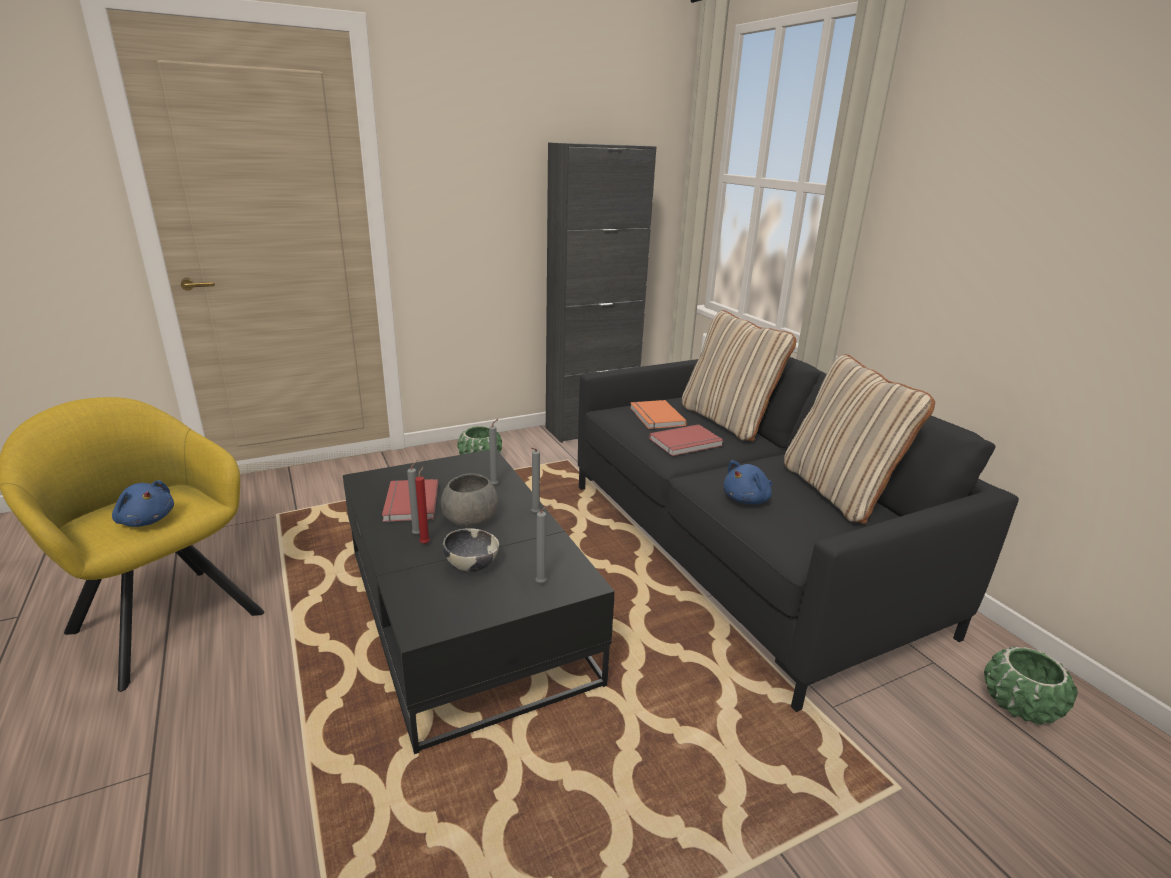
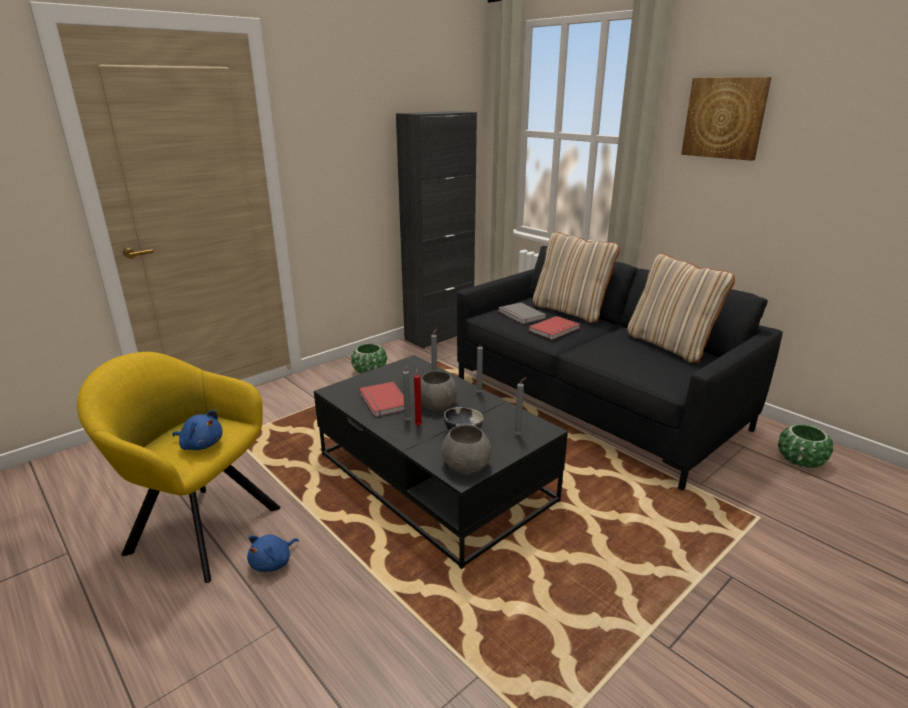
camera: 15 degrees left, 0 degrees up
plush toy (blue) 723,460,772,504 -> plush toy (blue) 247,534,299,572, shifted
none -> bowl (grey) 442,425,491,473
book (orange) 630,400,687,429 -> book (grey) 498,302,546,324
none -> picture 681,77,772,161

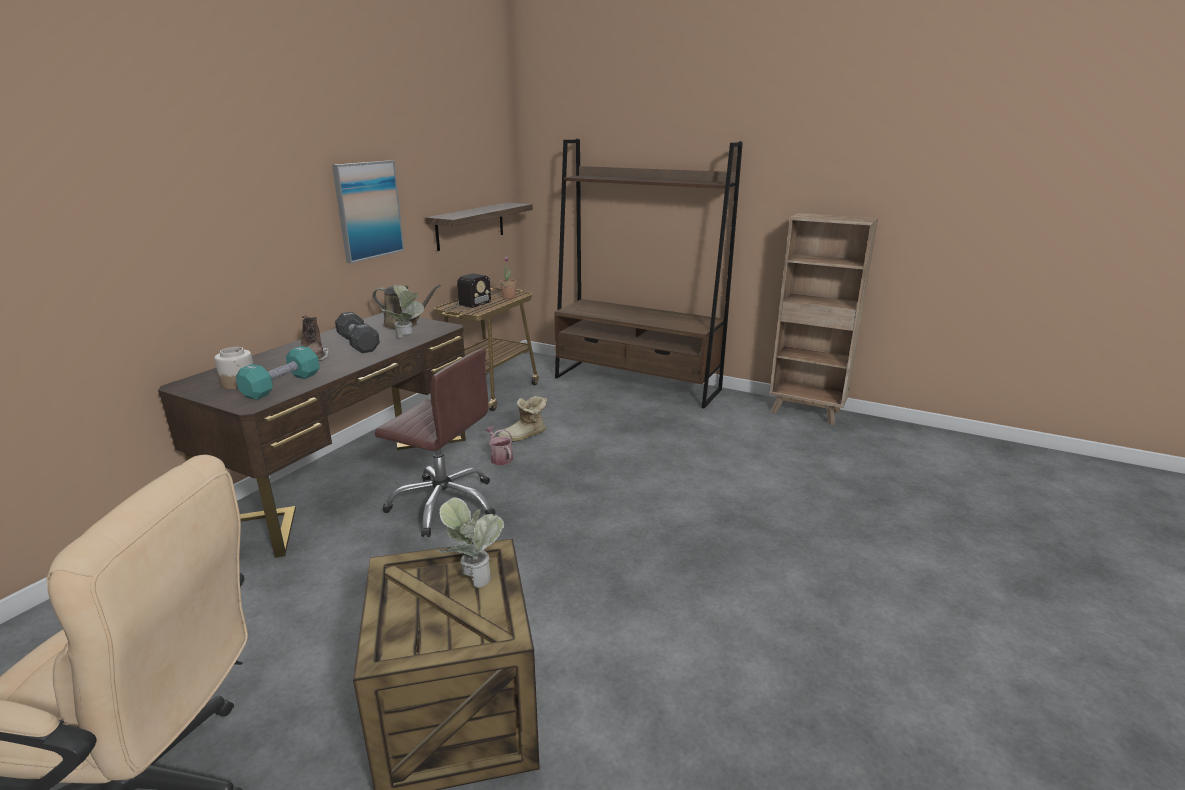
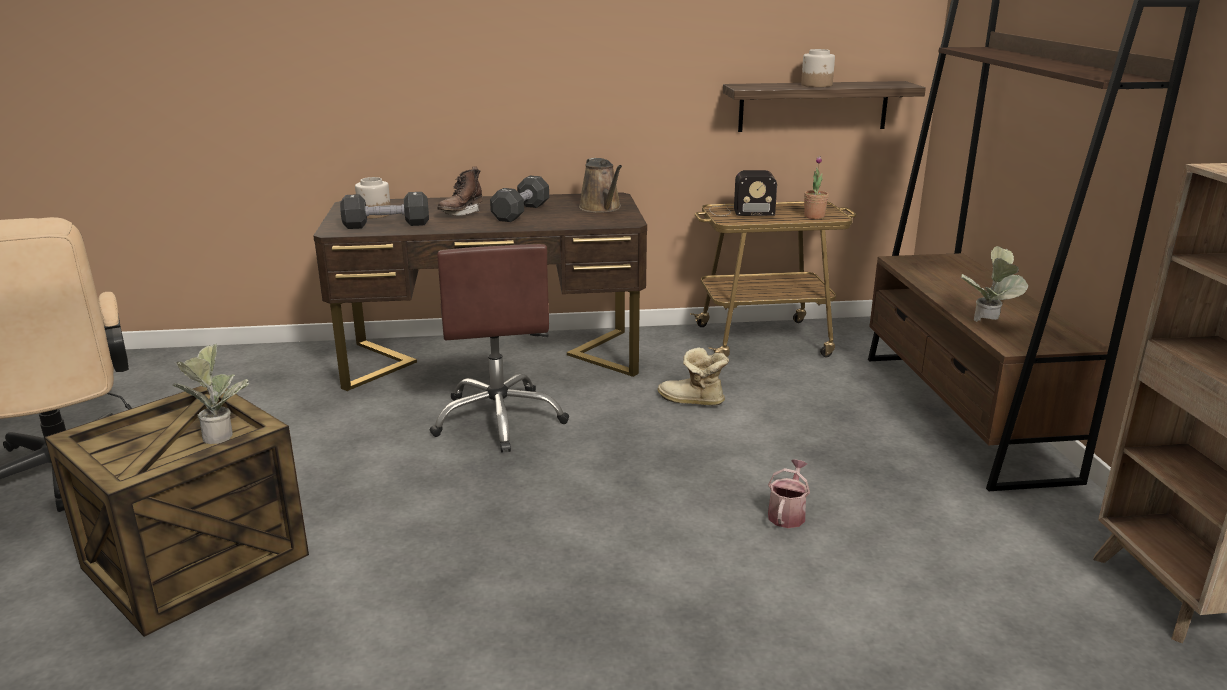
camera: 55 degrees right, 0 degrees up
dumbbell (turquoise) 236,346,320,400 -> dumbbell (black) 340,192,429,229
watering can 485,426,513,465 -> watering can 768,459,810,528, shifted
none -> jar 801,49,835,87
potted plant 380,285,424,339 -> potted plant 961,246,1028,322, shifted
picture 332,160,405,263 -> none

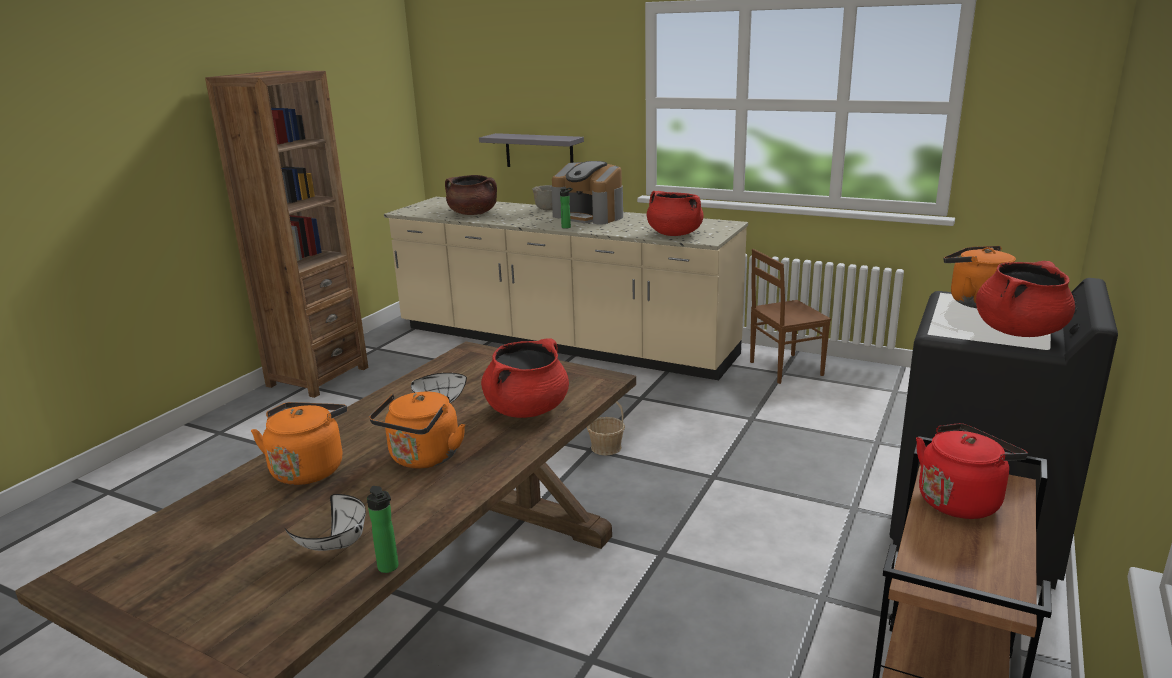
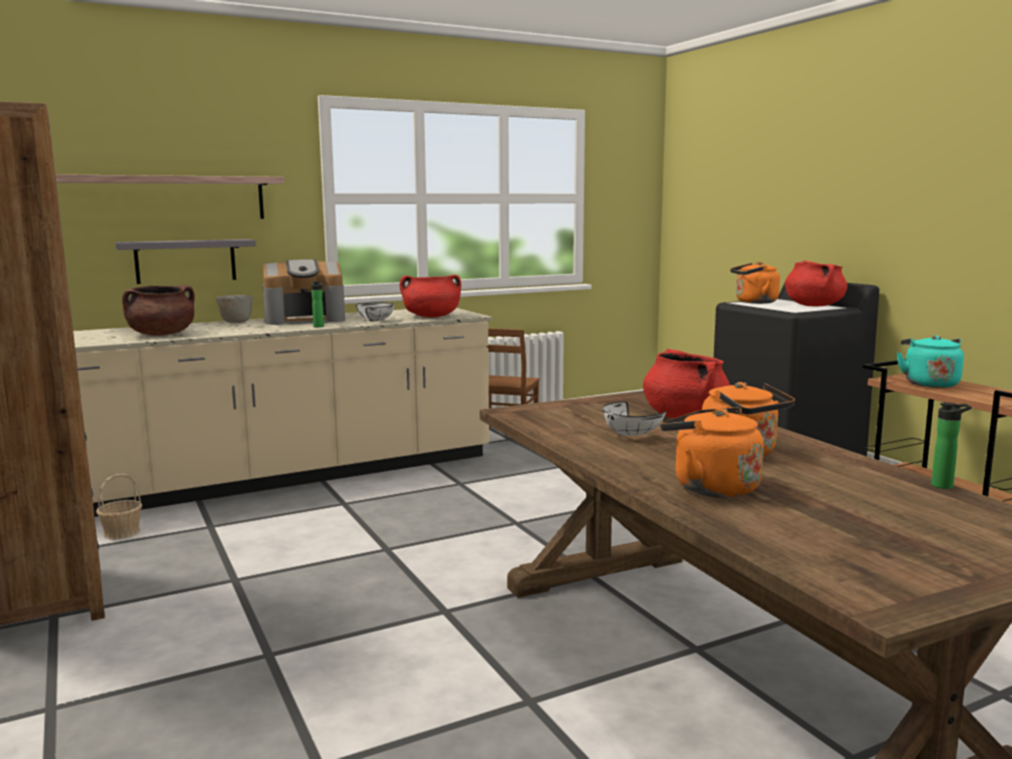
camera: 55 degrees left, 10 degrees down
none -> shelf 55,174,284,219
basket 587,401,625,456 -> basket 96,473,142,540, shifted
bowl (white) 285,494,366,551 -> bowl (white) 356,303,394,322, shifted
kettle (red) 916,423,1028,519 -> kettle (turquoise) 897,335,964,388

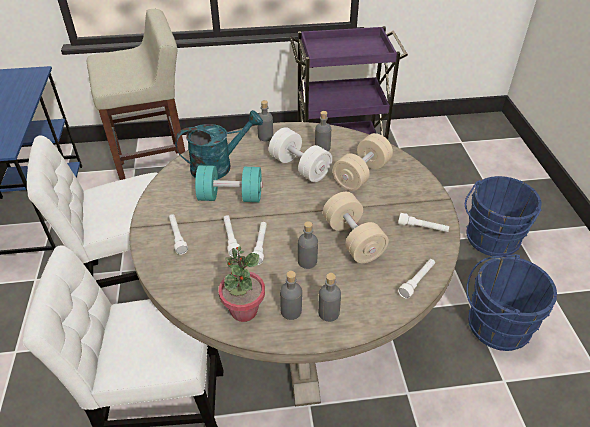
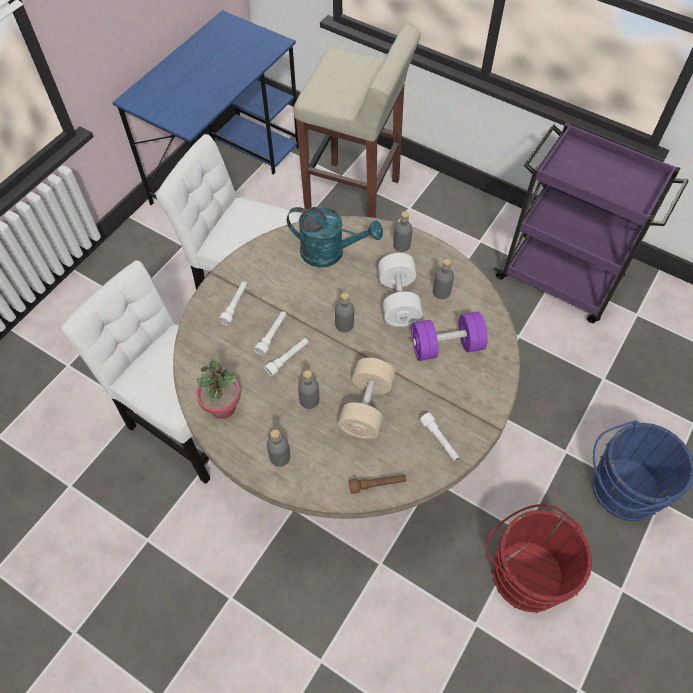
camera: 40 degrees right, 15 degrees up
bottle (grey) 280,271,302,320 -> bottle (grey) 335,292,354,332, shifted
flashlight (white) 398,259,435,299 -> flashlight (brown) 349,474,407,494
dumbbell (beige) 333,133,393,191 -> dumbbell (purple) 411,312,488,361
bucket (blue) 466,254,557,351 -> bucket (red) 486,504,592,613
dumbbell (turquoise) 195,165,263,202 -> none

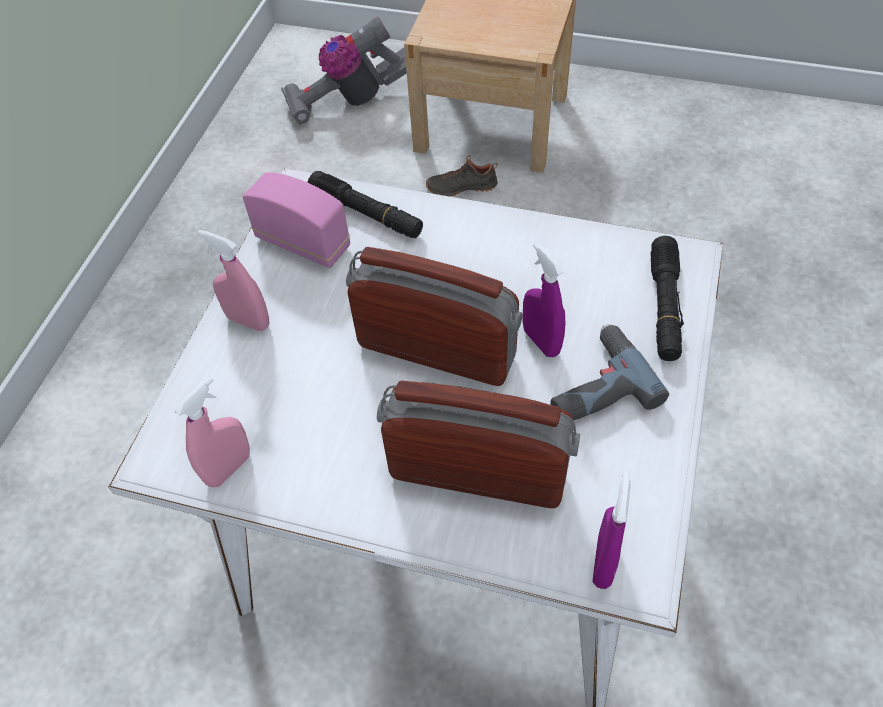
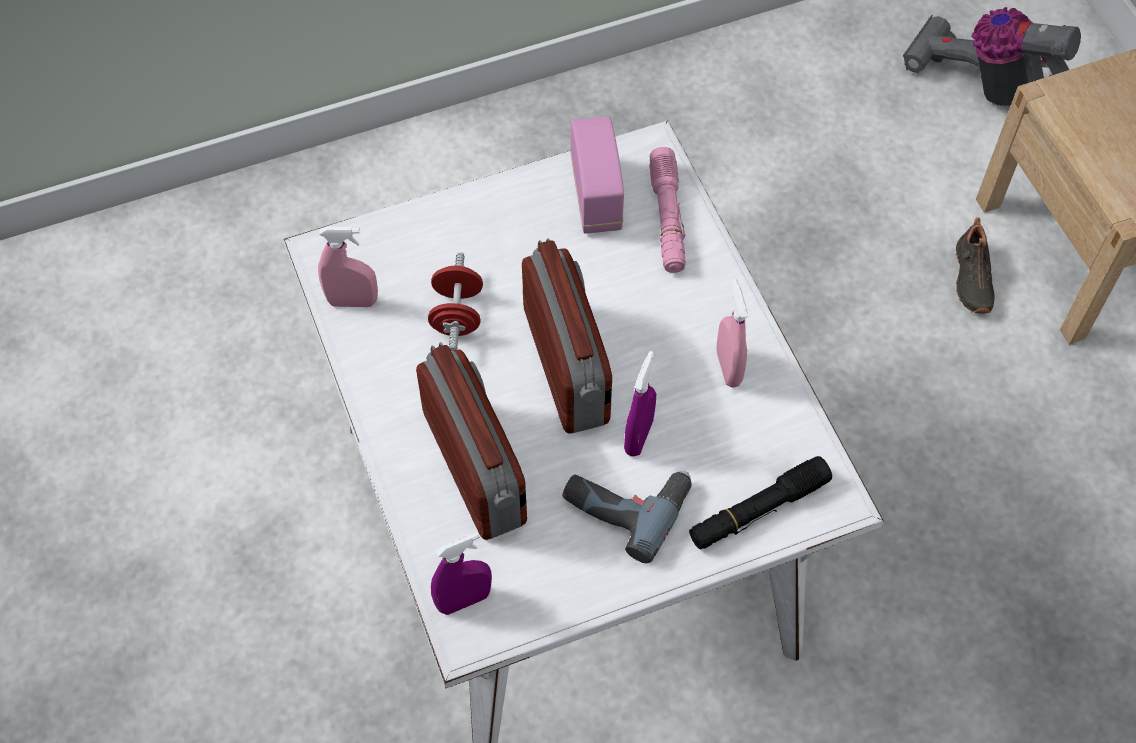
camera: 50 degrees right, 5 degrees up
none -> dumbbell (red) 428,252,483,351
flashlight (black) 307,171,423,238 -> flashlight (pink) 649,147,686,273
spray bottle (pink) 198,230,269,331 -> spray bottle (pink) 717,280,748,388, shifted
shoe (black) 426,155,498,197 -> shoe (black) 956,217,995,314, 135 degrees counterclockwise

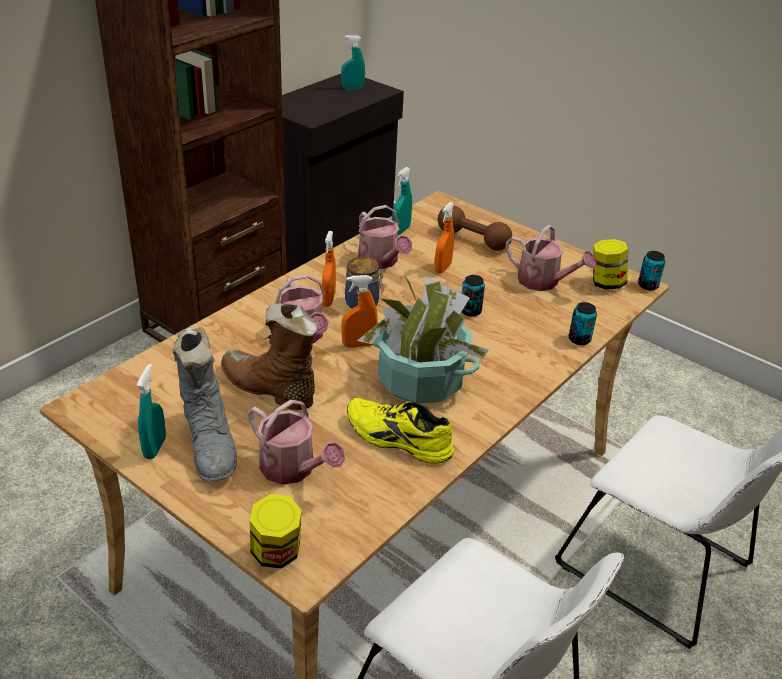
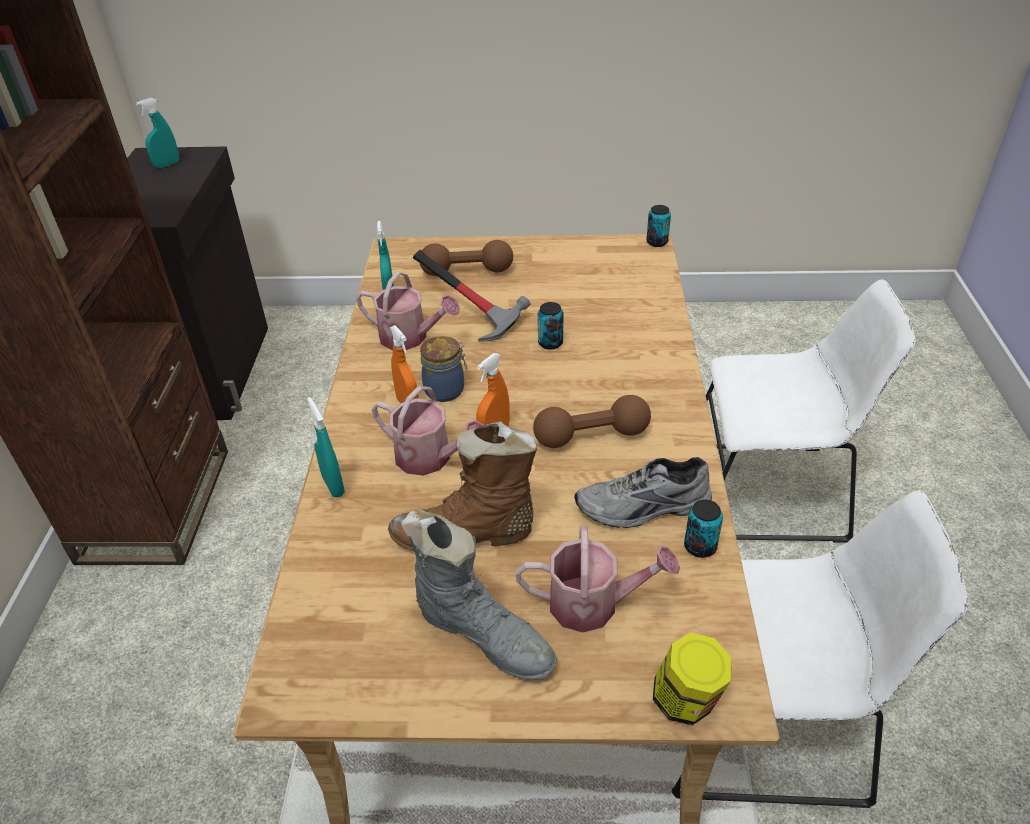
camera: 35 degrees left, 5 degrees up
spray bottle (turquoise) 136,364,166,459 -> spray bottle (turquoise) 307,397,345,498, shifted
spray bottle (orange) 434,202,454,273 -> hammer 413,250,531,342
potted plant 357,276,489,404 -> dumbbell (brown) 533,395,651,448
shoe (yellow) 347,398,454,464 -> shoe (grey) 574,457,712,528
can 569,302,597,345 -> can 684,500,723,558, shifted
watering can 505,225,596,291 -> none
jar 593,239,628,290 -> none

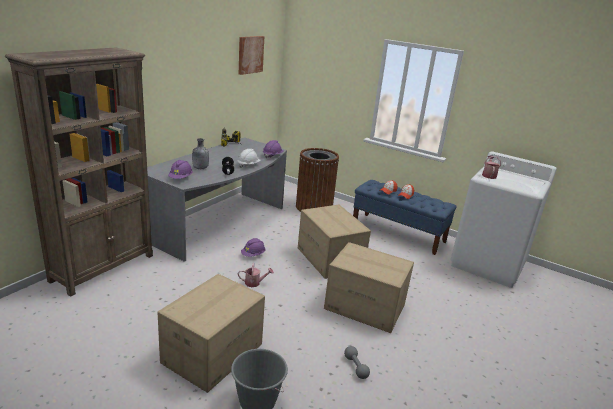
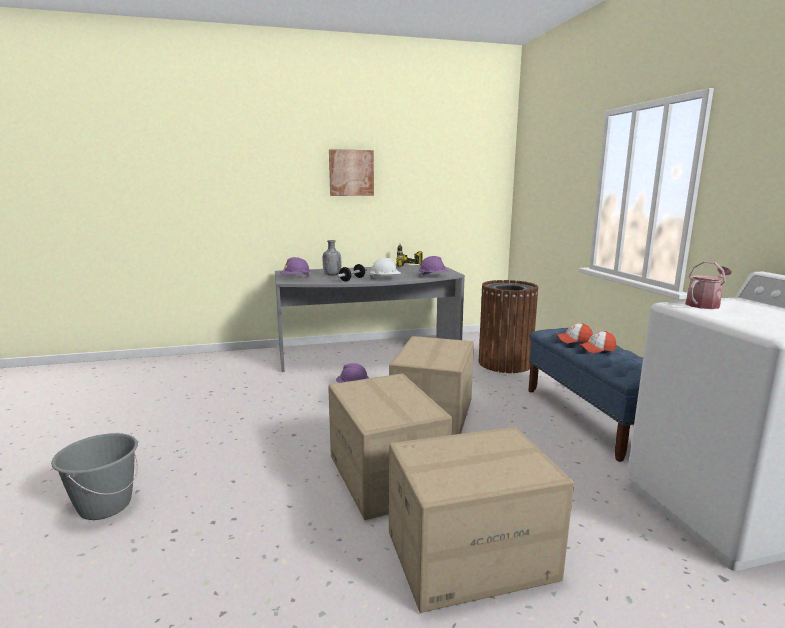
camera: 45 degrees right, 10 degrees down
picture 239,36,264,75 -> picture 329,149,374,196, shifted
cardboard box 158,274,265,393 -> cardboard box 389,427,574,613, shifted
bookcase (brown) 5,47,153,297 -> none
watering can 238,263,274,287 -> none
dumbbell (grey) 344,346,370,379 -> none

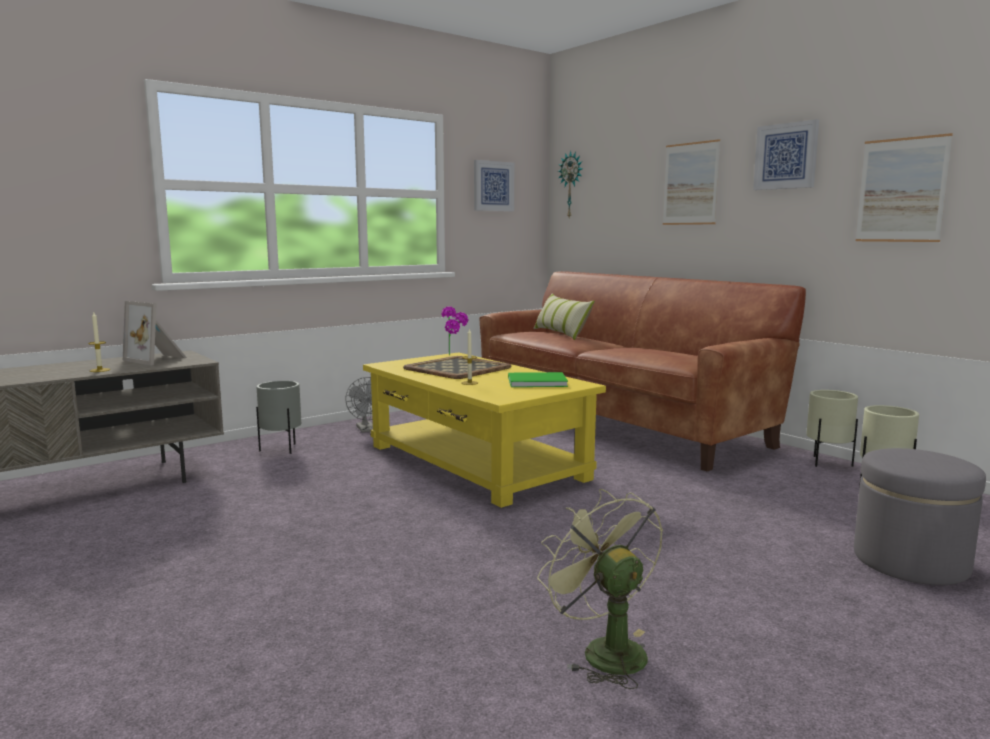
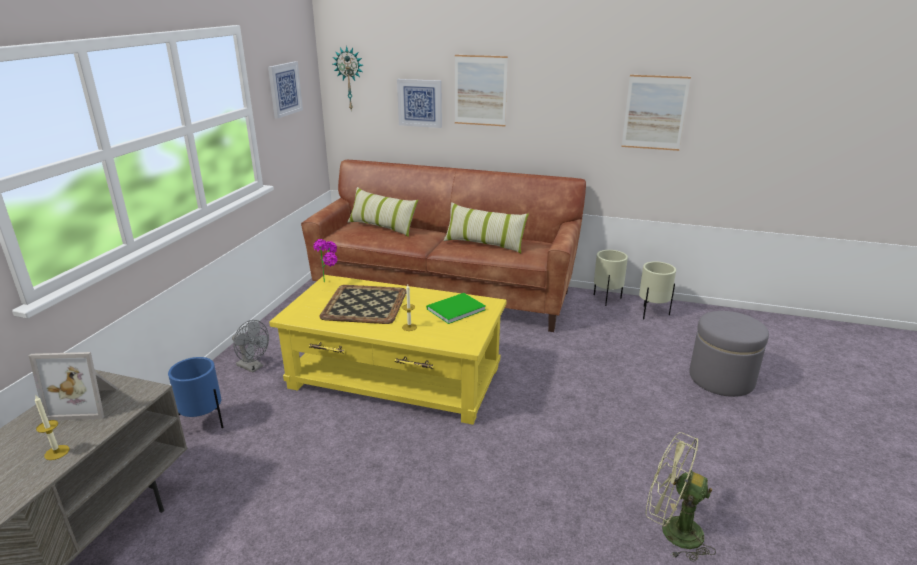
camera: 35 degrees left, 15 degrees up
planter (grey) 256,381,301,454 -> planter (blue) 168,357,223,428
picture 753,119,819,190 -> picture 397,79,442,128, shifted
none -> pillow 444,202,529,254

